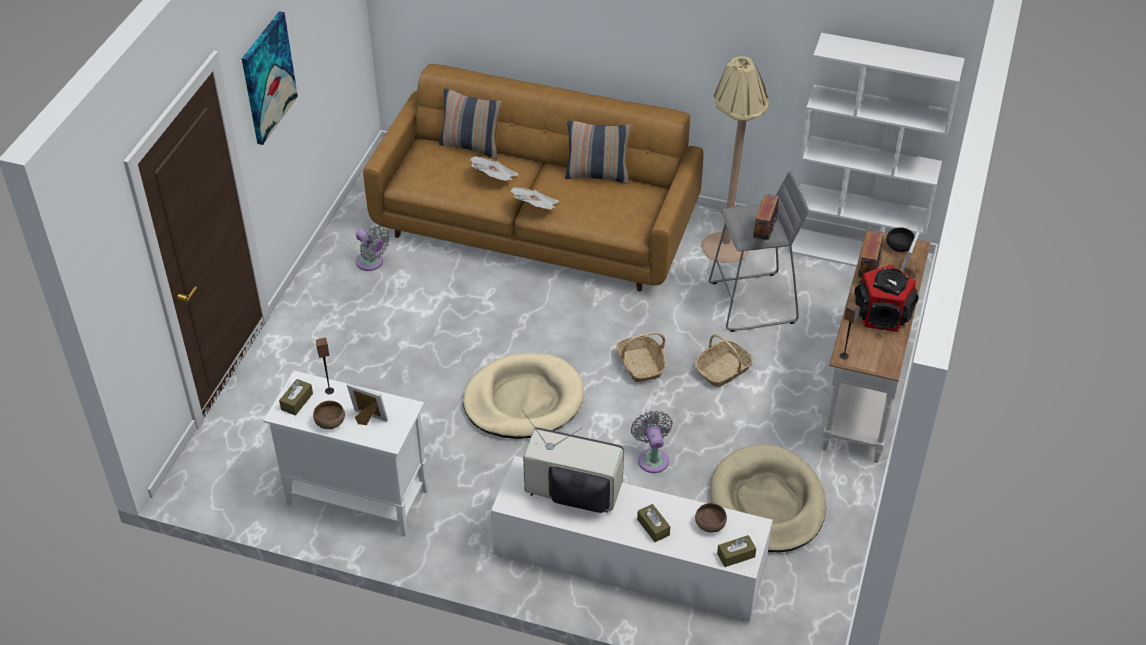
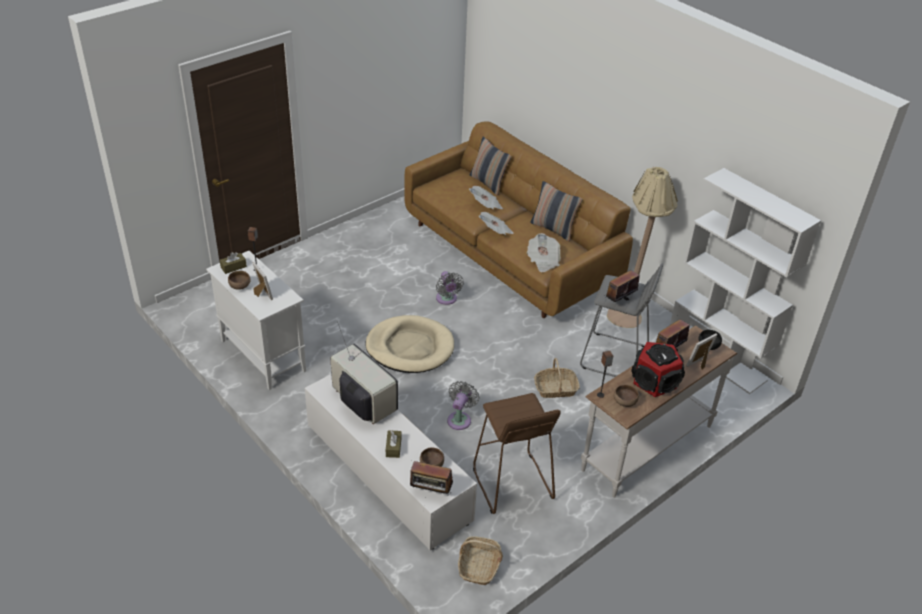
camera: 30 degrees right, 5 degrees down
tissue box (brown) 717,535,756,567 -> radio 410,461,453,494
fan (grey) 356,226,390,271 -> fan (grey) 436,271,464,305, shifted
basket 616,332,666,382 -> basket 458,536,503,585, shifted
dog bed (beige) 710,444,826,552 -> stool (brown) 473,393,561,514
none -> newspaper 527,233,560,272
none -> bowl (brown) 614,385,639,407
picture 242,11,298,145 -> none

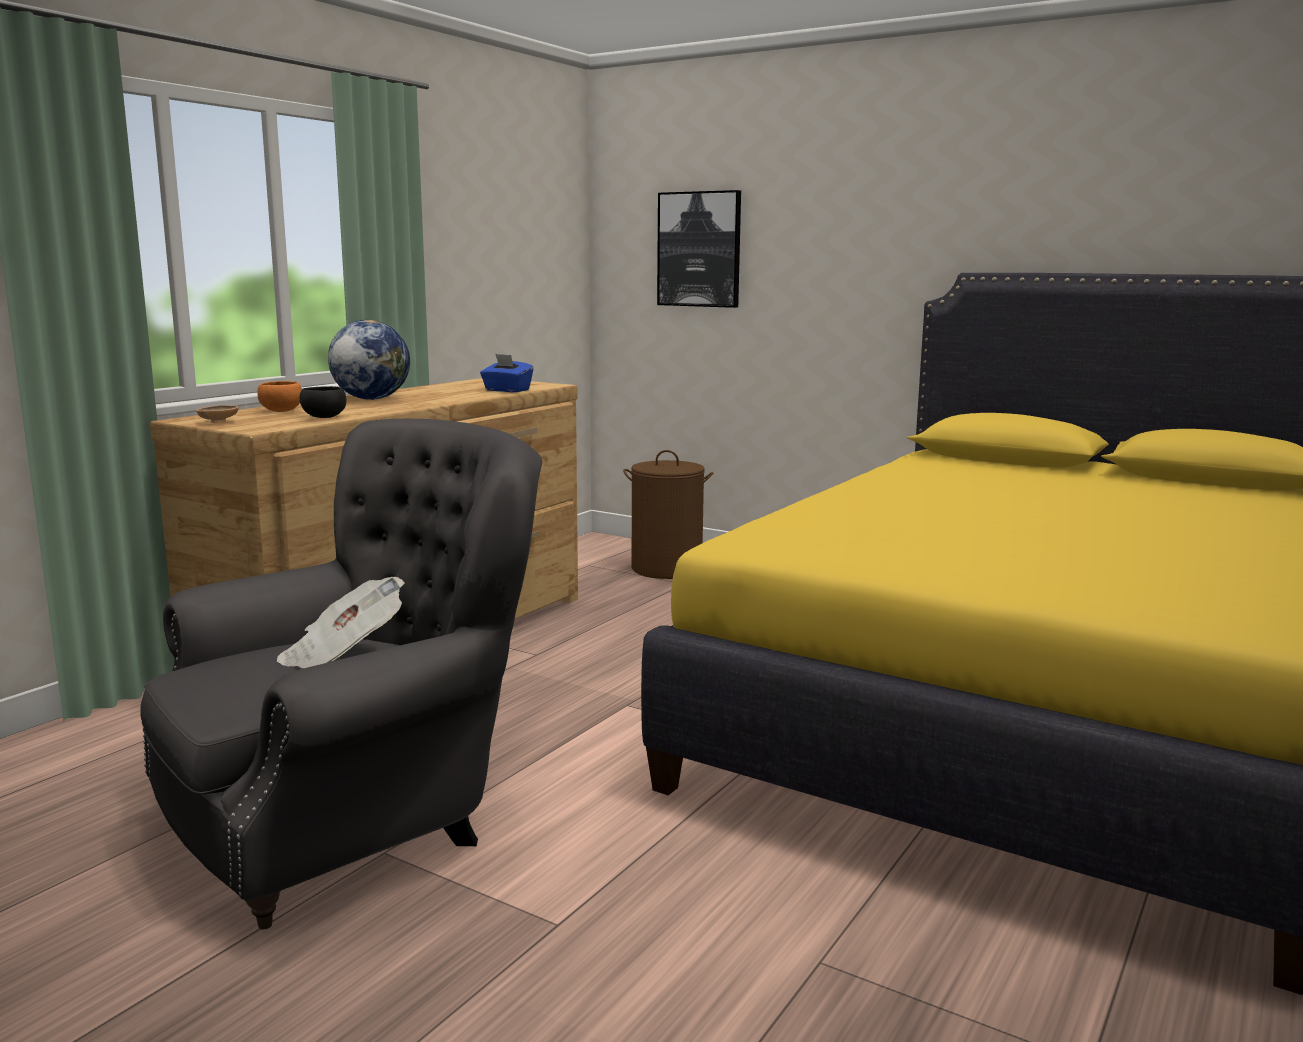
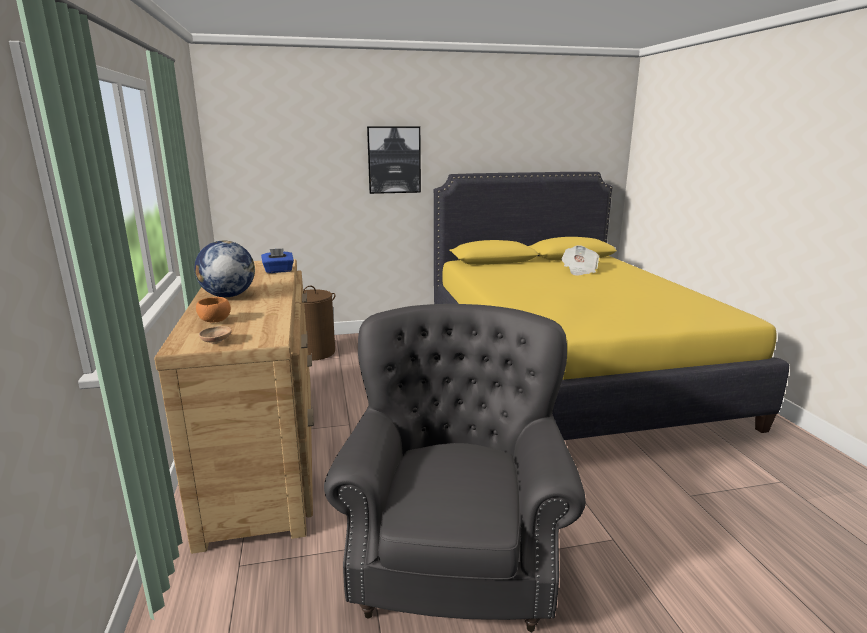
camera: 45 degrees left, 5 degrees up
picture 657,190,741,308 -> picture 367,127,421,194, shifted
newspaper 277,577,405,668 -> newspaper 561,245,600,276, shifted
bowl (black) 300,386,346,418 -> none

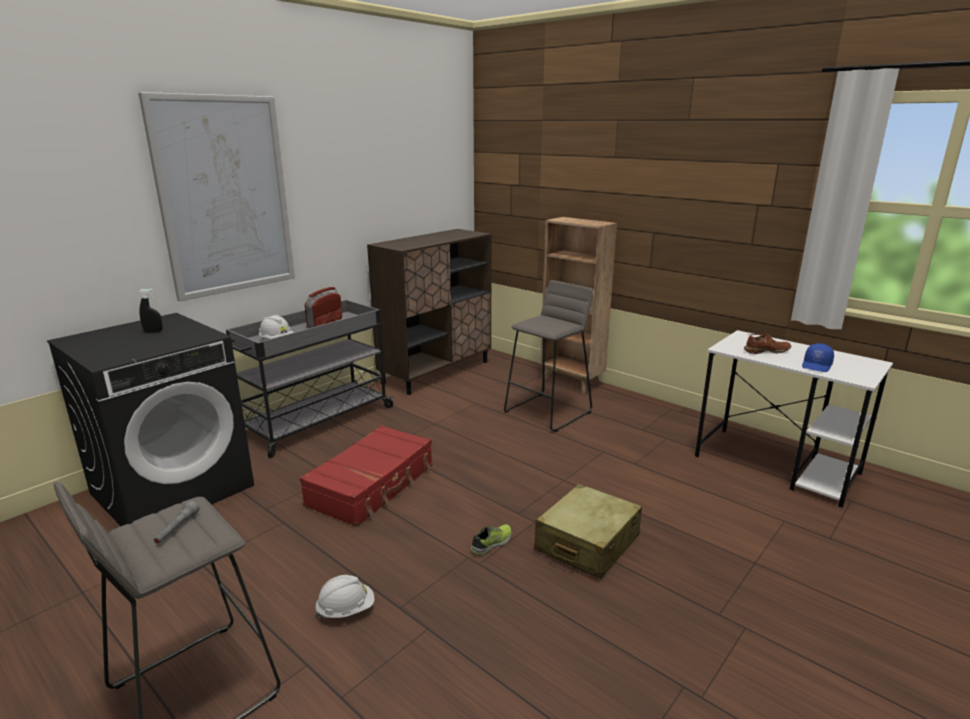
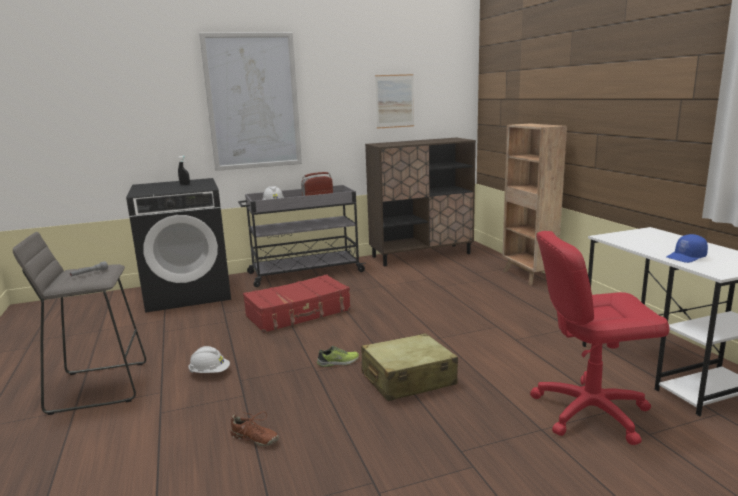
camera: 30 degrees right, 5 degrees down
shoe (brown) 744,330,791,354 -> shoe (brown) 231,412,278,446, shifted
none -> picture 375,74,414,129
none -> office chair (red) 530,231,669,445
stool (grey) 504,280,593,432 -> none

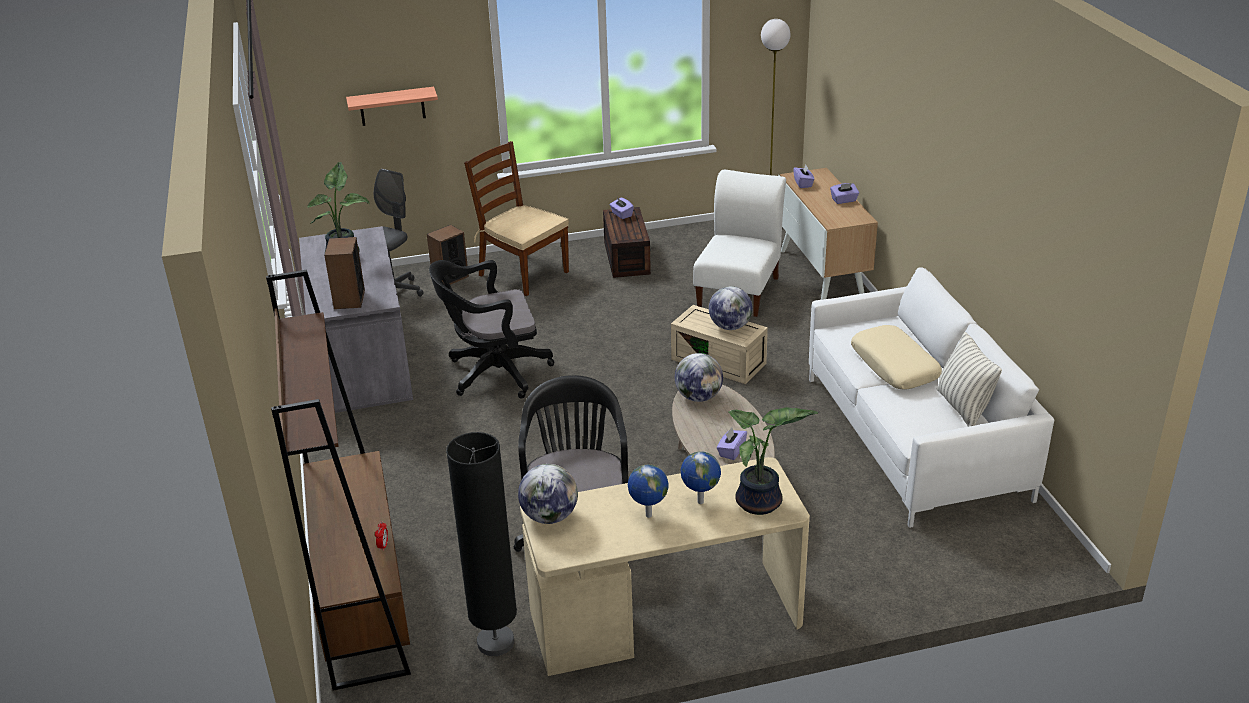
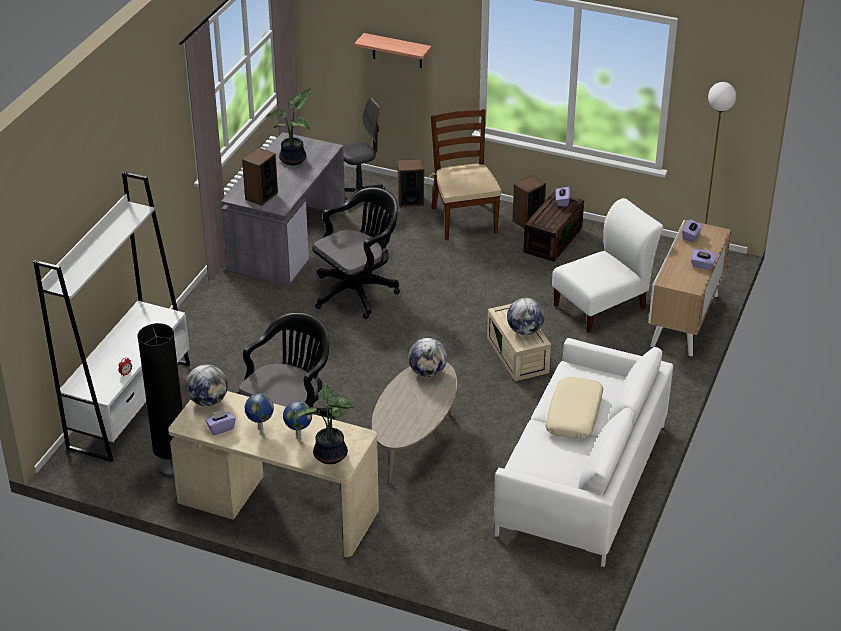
camera: 35 degrees right, 5 degrees up
bookcase (brown) 266,270,411,691 -> bookcase (white) 33,172,190,462
tissue box (purple) 717,427,747,460 -> tissue box (purple) 205,410,236,435, shifted
office chair (black) 429,260,554,399 -> office chair (black) 312,187,400,319, 120 degrees clockwise
none -> speaker 512,175,546,229
pillow 936,332,1002,427 -> none

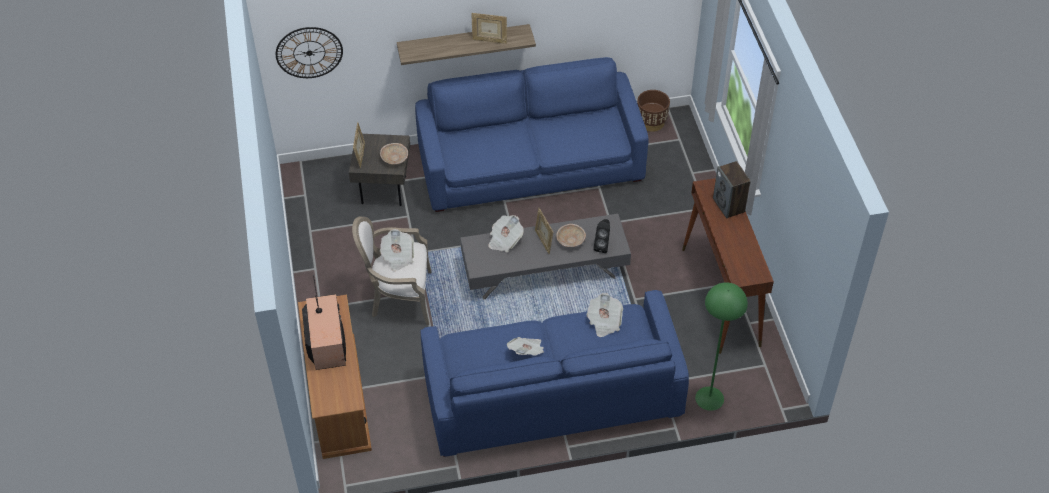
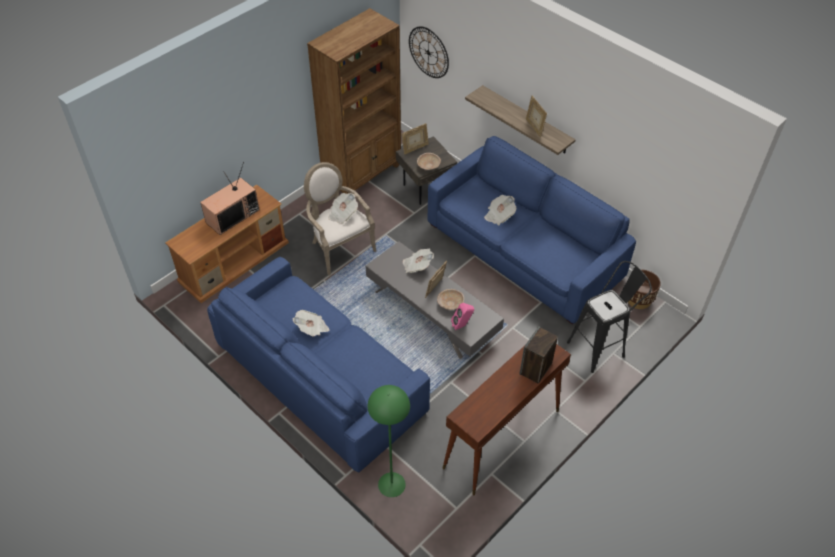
camera: 55 degrees right, 0 degrees up
none -> bookcase (brown) 307,8,401,194
speaker (black) 594,219,610,253 -> speaker (pink) 451,303,474,330
newspaper 587,293,623,337 -> newspaper 484,195,516,225, shifted
none -> stool (black) 567,261,652,373

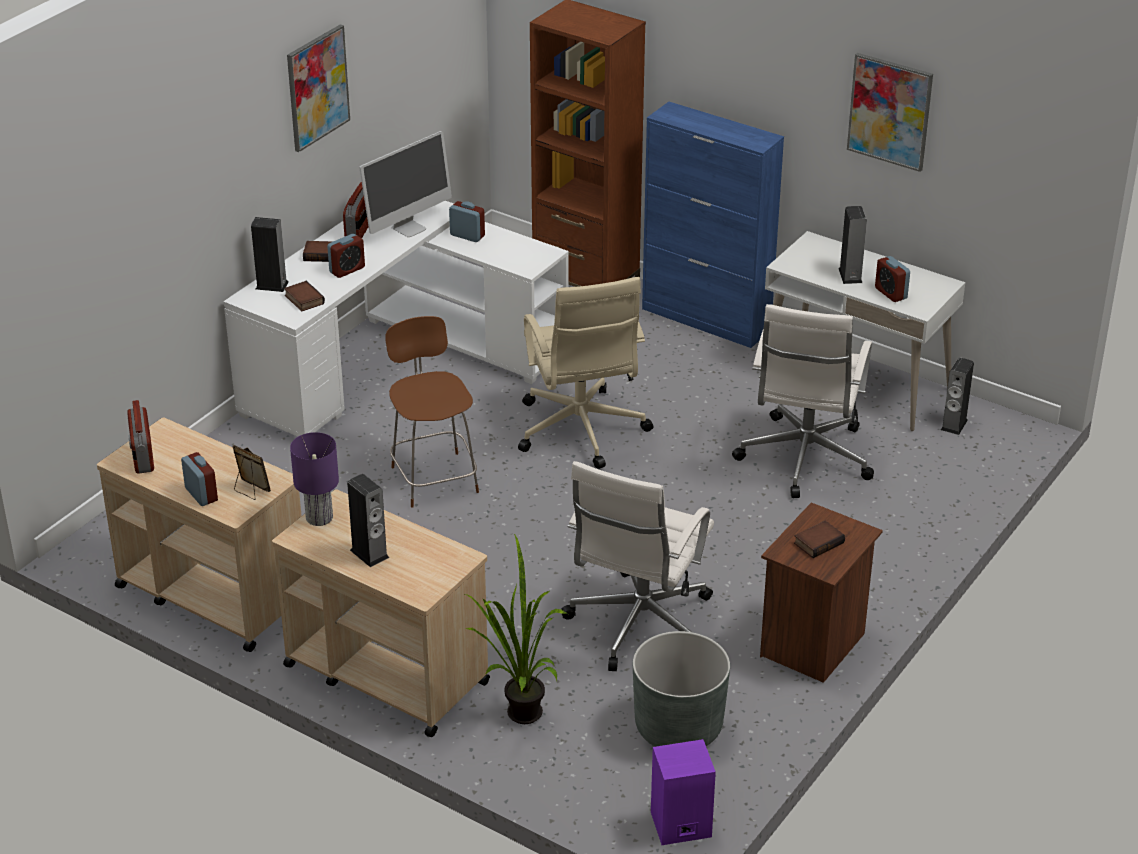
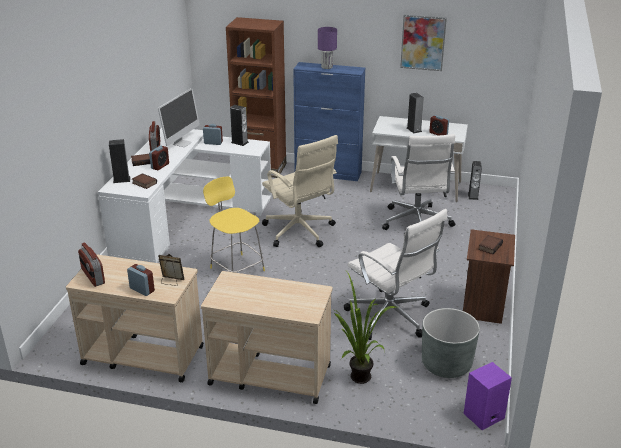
camera: 20 degrees left, 5 degrees down
chair (brown) 385,316,479,507 -> chair (yellow) 203,176,265,273
speaker 347,474,389,567 -> speaker 230,105,249,146, shifted
table lamp (purple) 290,432,339,526 -> table lamp (purple) 318,27,337,69, shifted
office chair (white) 561,461,714,671 -> office chair (white) 344,209,447,340, 45 degrees counterclockwise
picture 287,24,350,152 -> none

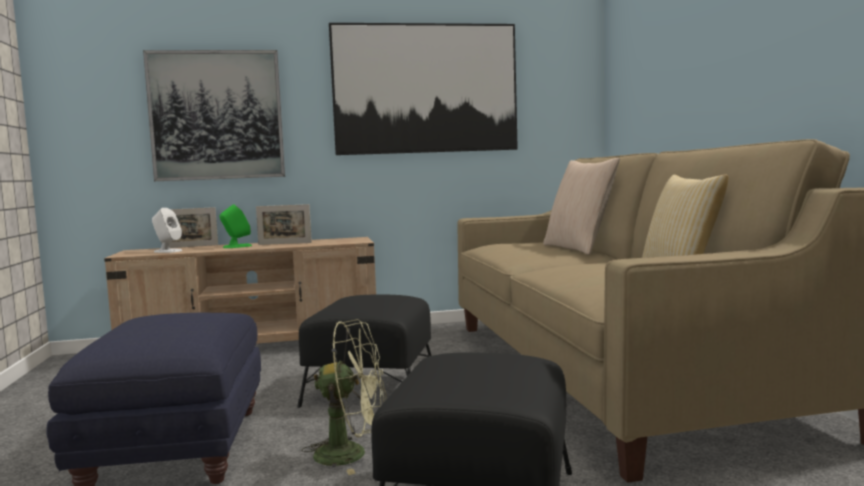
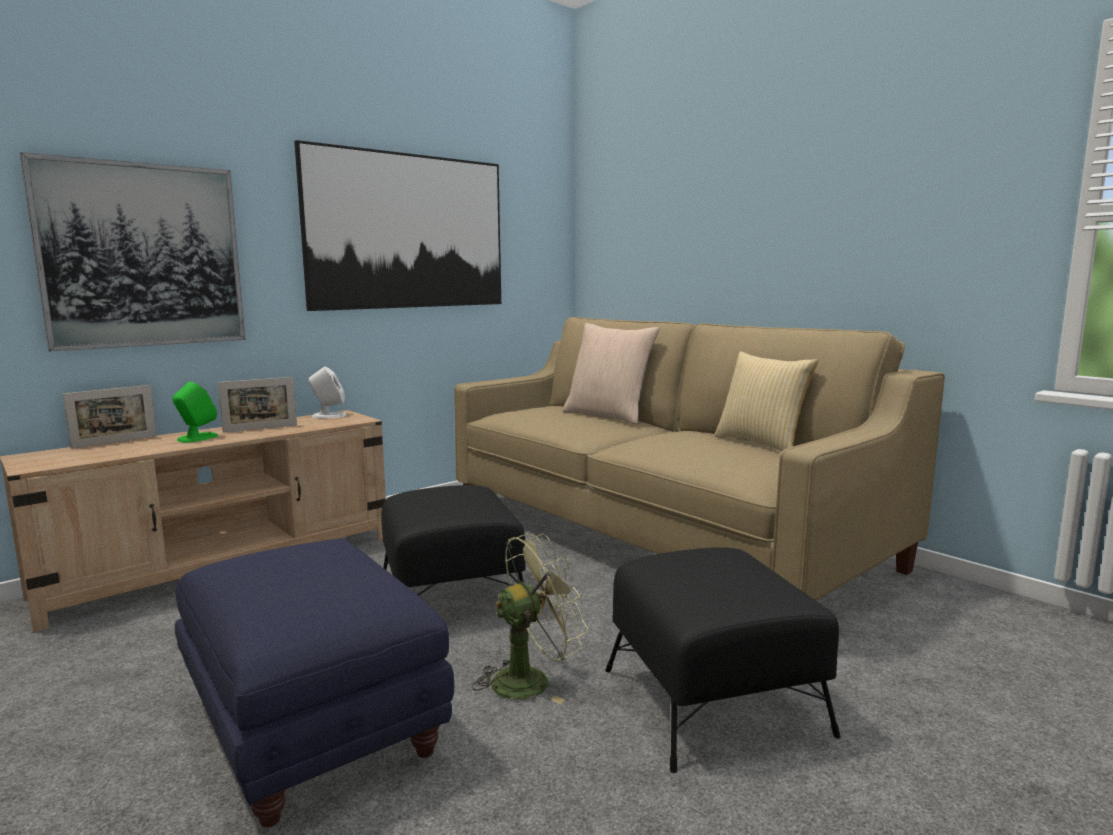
camera: 30 degrees left, 5 degrees up
speaker (white) 152,208,182,253 -> speaker (white) 308,367,346,418, shifted

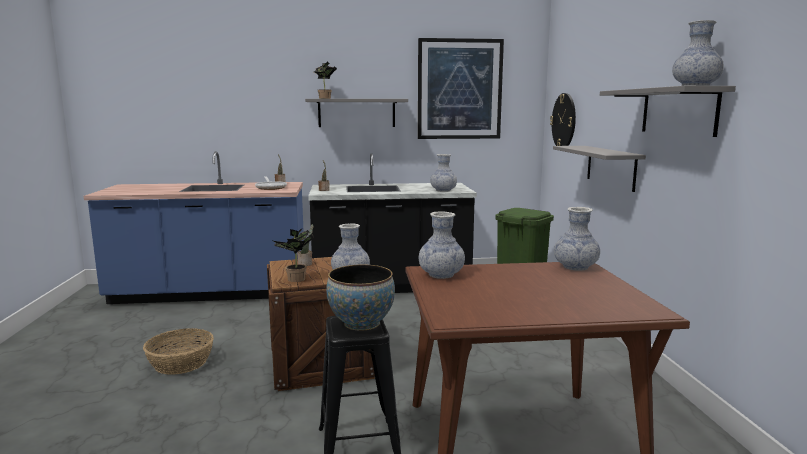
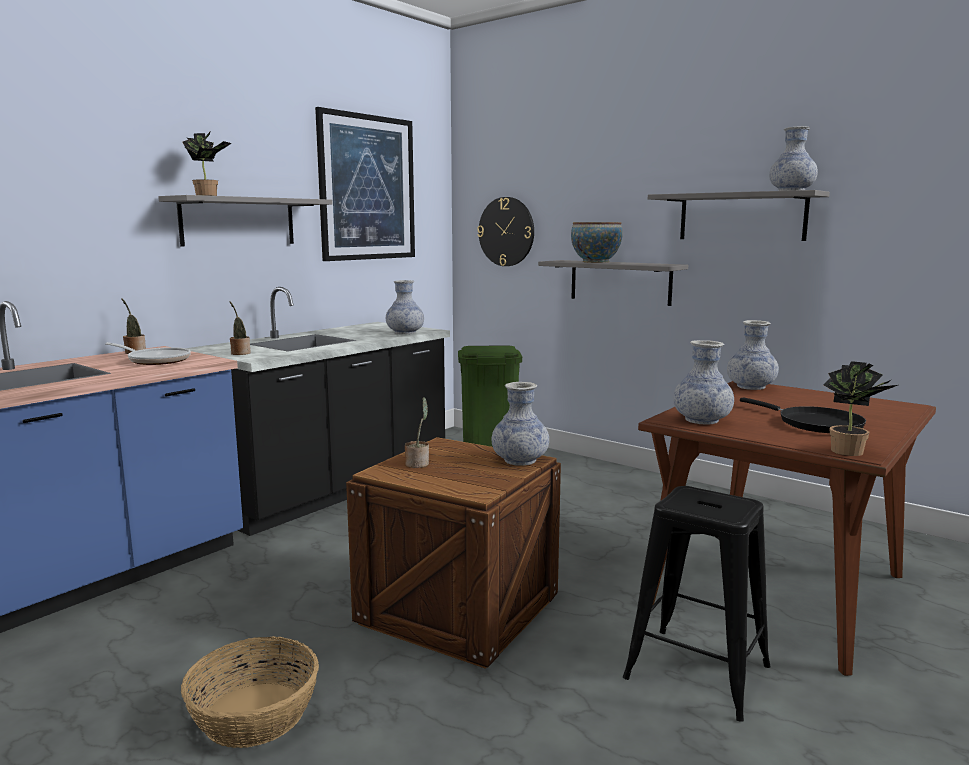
camera: 45 degrees left, 0 degrees up
bowl 326,265,395,331 -> bowl 571,222,623,263, shifted
none -> frying pan (black) 740,398,866,433
potted plant 274,228,314,282 -> potted plant 823,361,898,456, shifted

